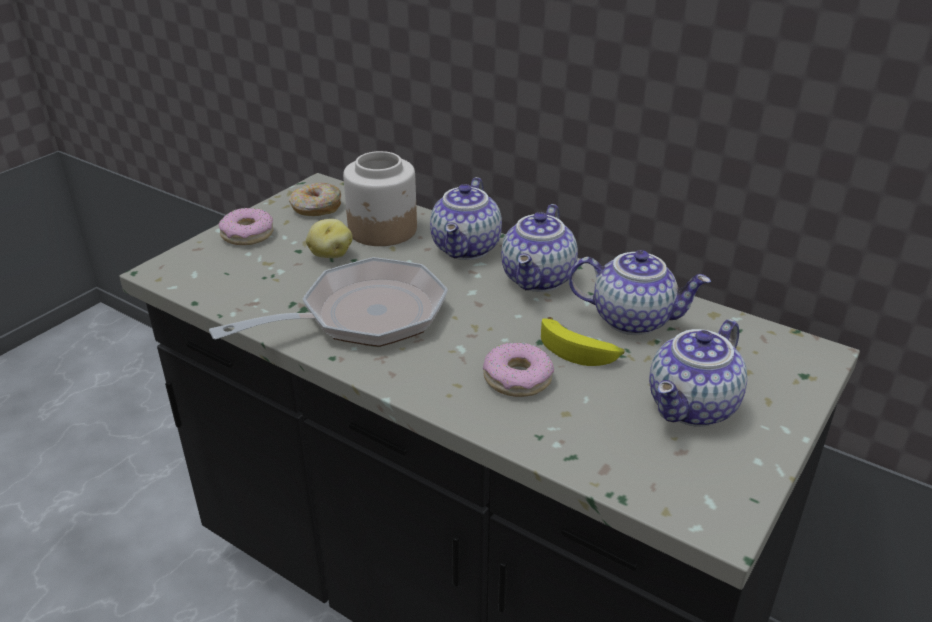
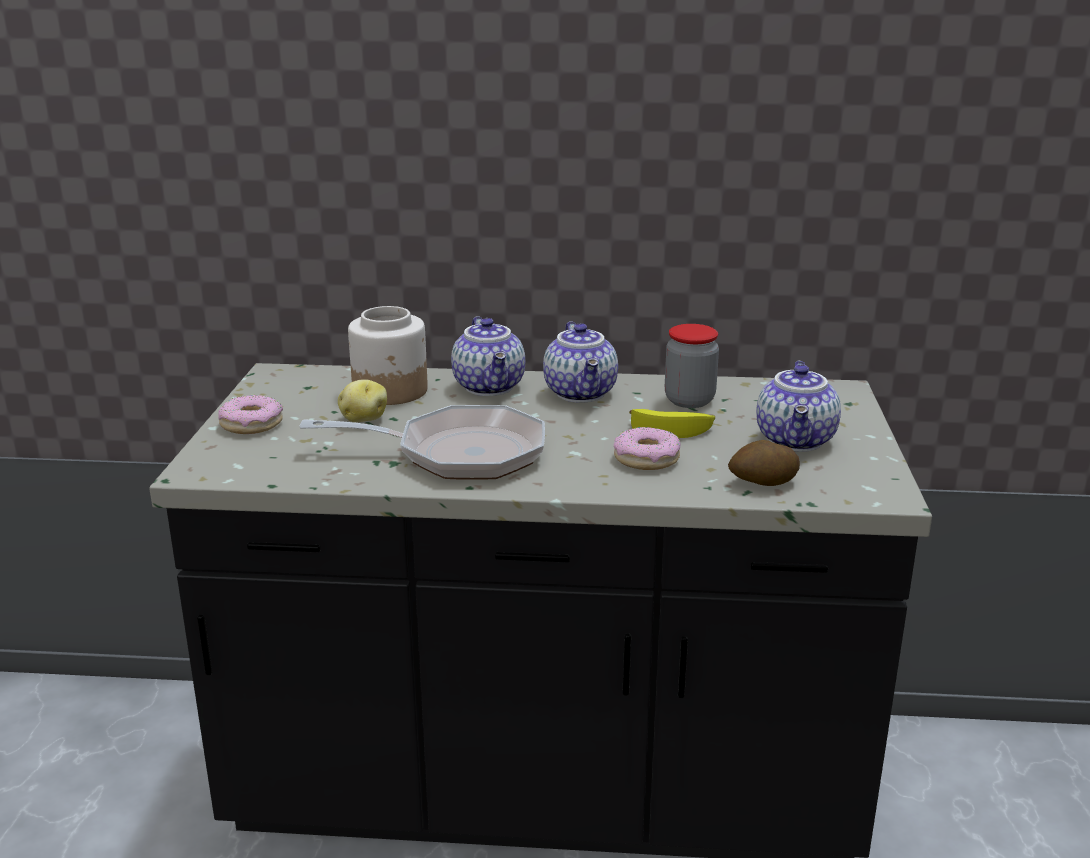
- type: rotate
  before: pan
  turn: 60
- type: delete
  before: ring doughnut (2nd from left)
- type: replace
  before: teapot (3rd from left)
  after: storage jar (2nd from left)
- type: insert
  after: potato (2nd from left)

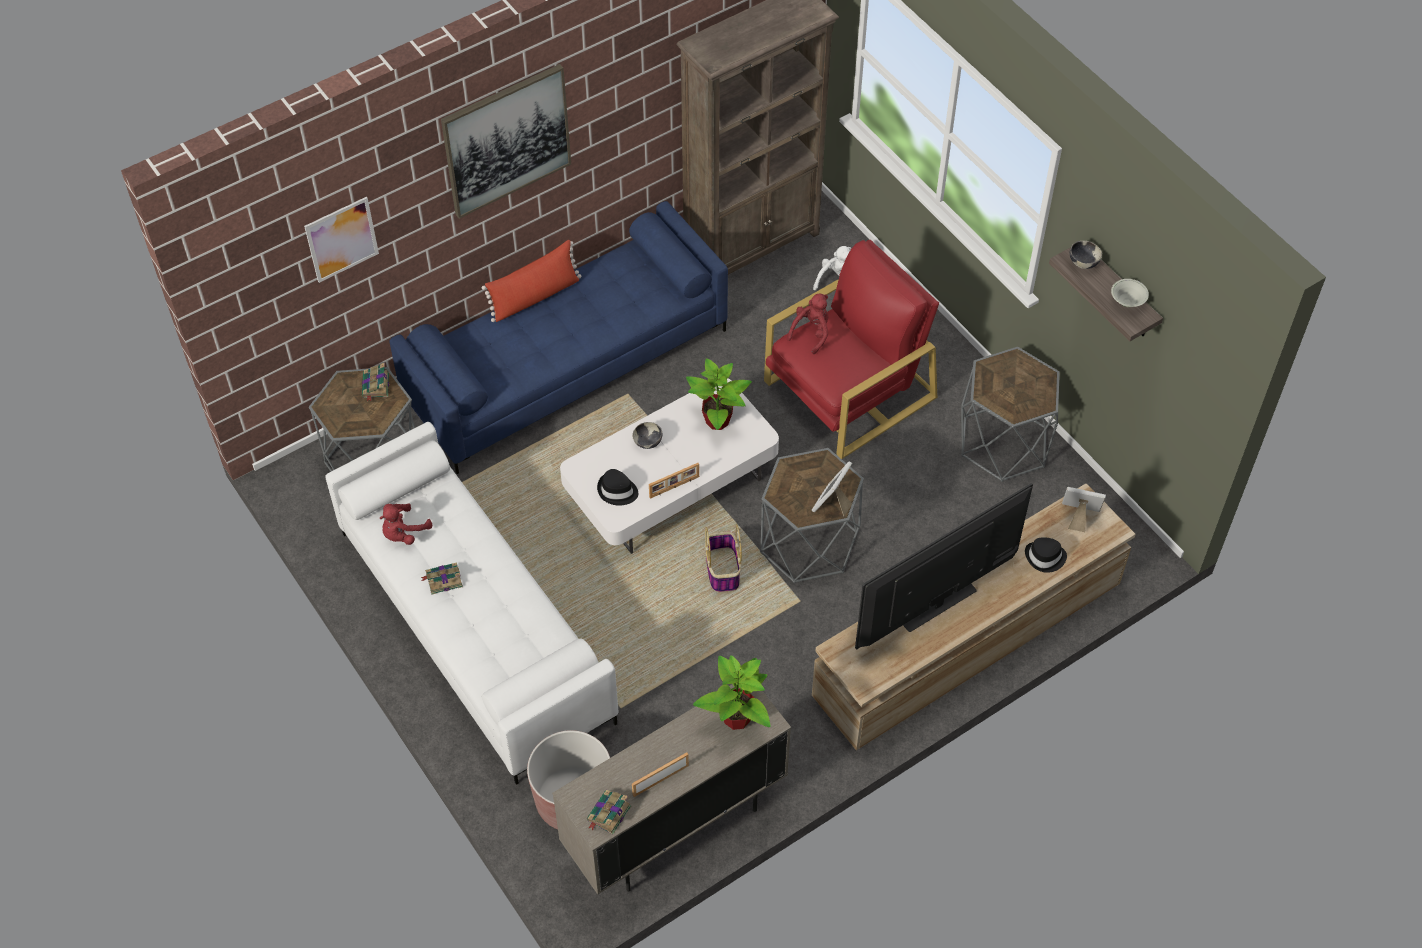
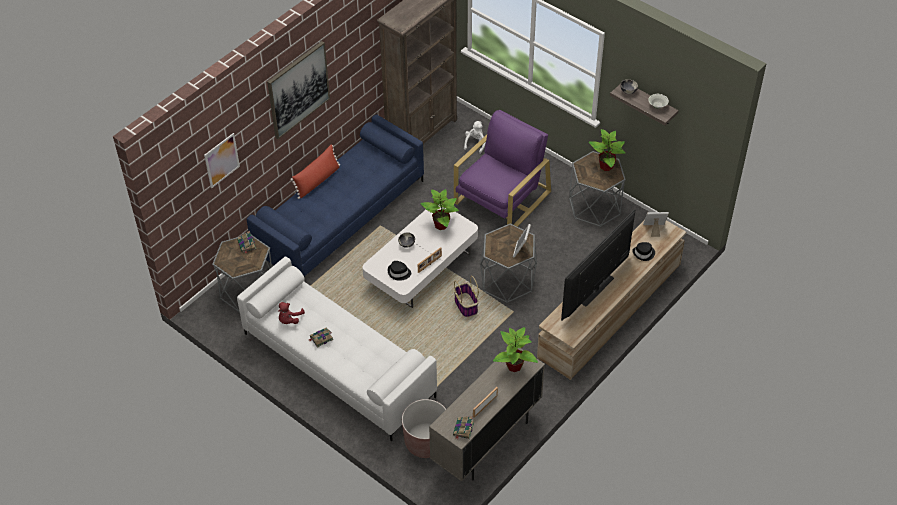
- type: recolor
  before: lounge chair (reddish)
  after: lounge chair (purple-coloured)
- type: delete
  before: soft toy (reddish) (2nd from left)
- type: insert
  after: plant in a pot (3rd from left)

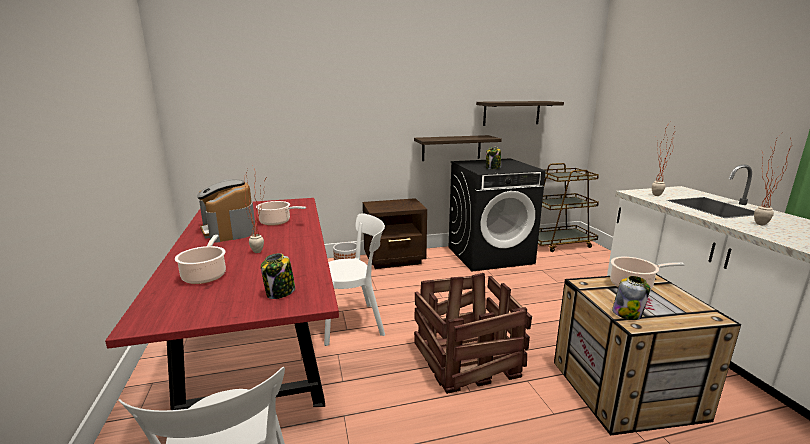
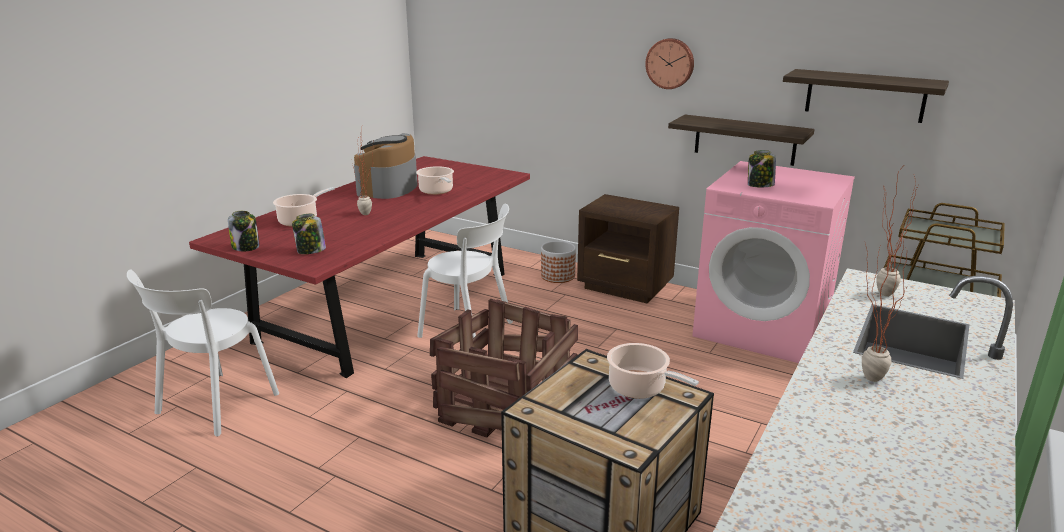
- type: recolor
  before: laundry appliance (black)
  after: laundry appliance (pink)
- type: move
  before: storage jar (3rd from left in the first image)
  after: storage jar (1st from left)
- type: insert
  after: hanging clock

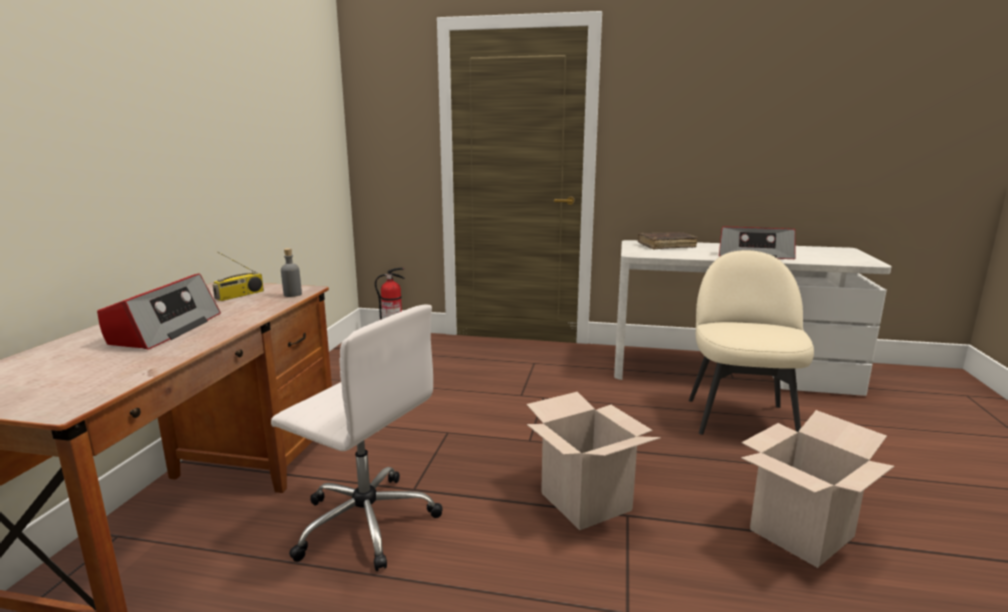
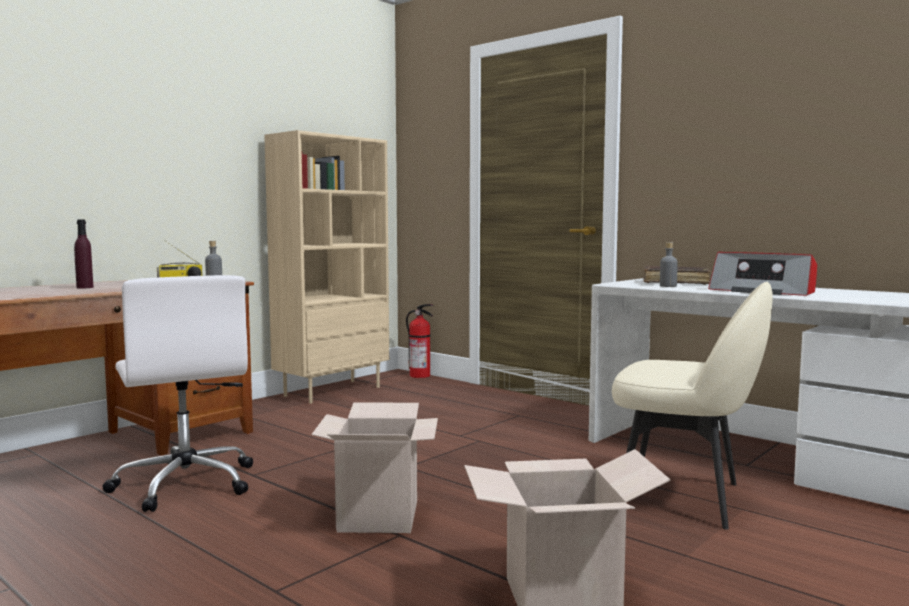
- type: replace
  before: radio receiver (1st from left)
  after: drink bottle (purple-coloured)
- type: rotate
  before: plain chair (sand-coloured)
  turn: 75
- type: insert
  after: bookshelf (sand-coloured)
- type: insert
  after: drink bottle (grey) (2nd from left)

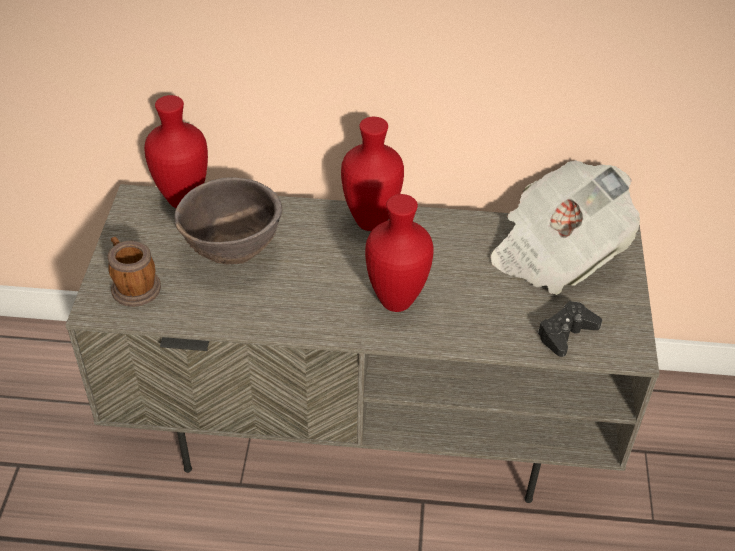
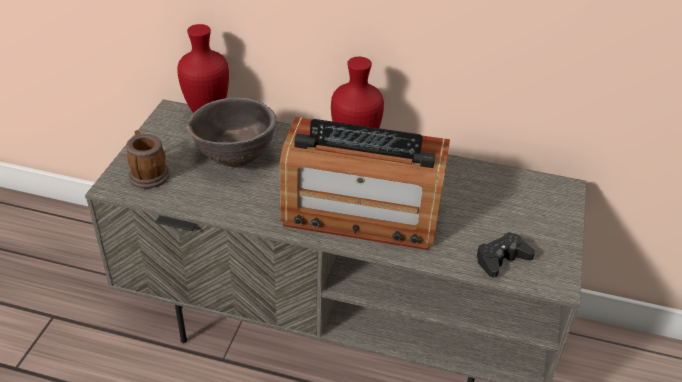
- type: replace
  before: decorative vase (reddish) (3rd from left)
  after: radio receiver
- type: delete
  before: daily paper

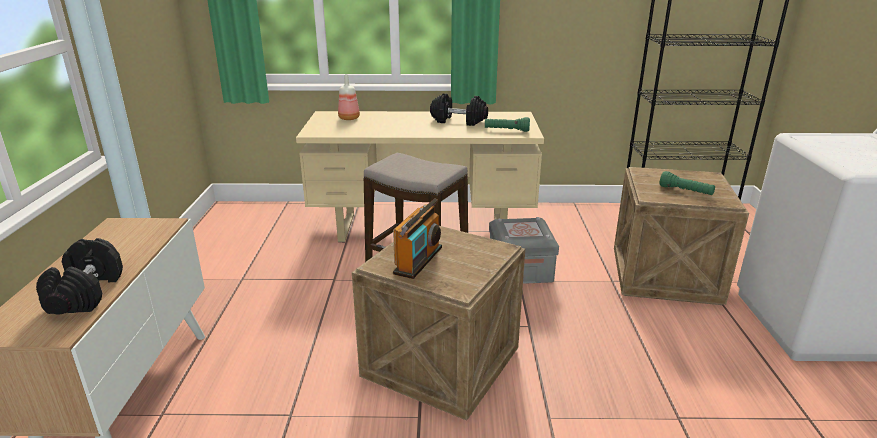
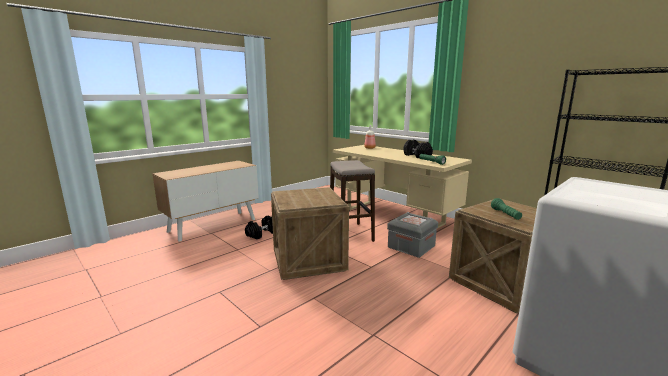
- type: move
  before: dumbbell (black) (1st from left)
- type: delete
  before: radio receiver

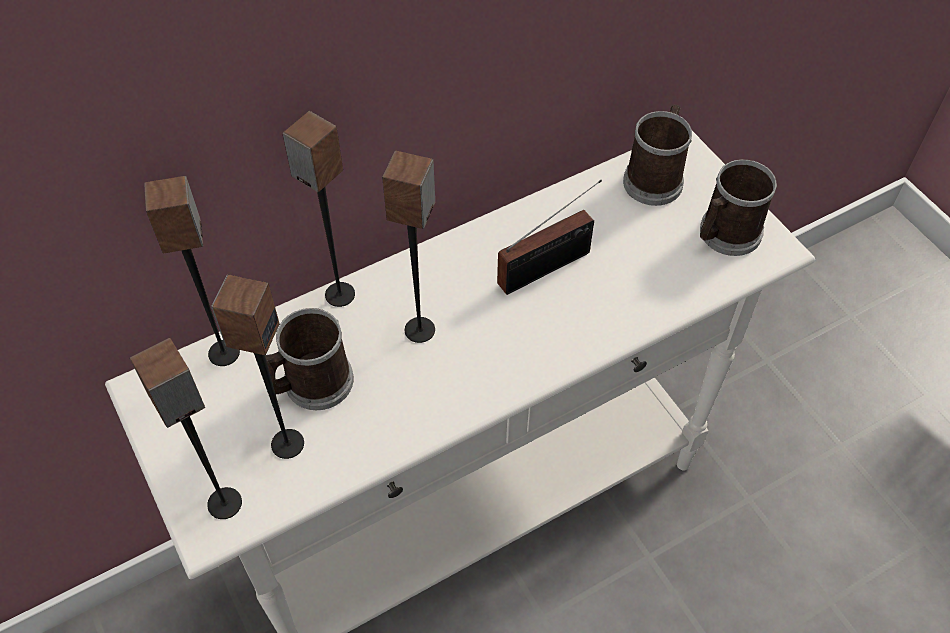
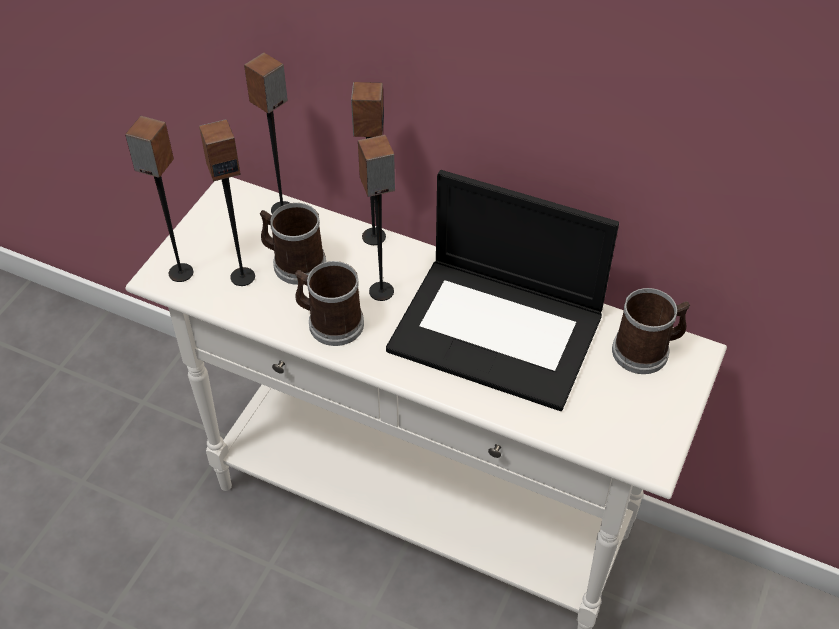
- type: replace
  before: radio receiver
  after: notebook computer
- type: move
  before: mug (3rd from left in the first image)
  after: mug (2nd from left)

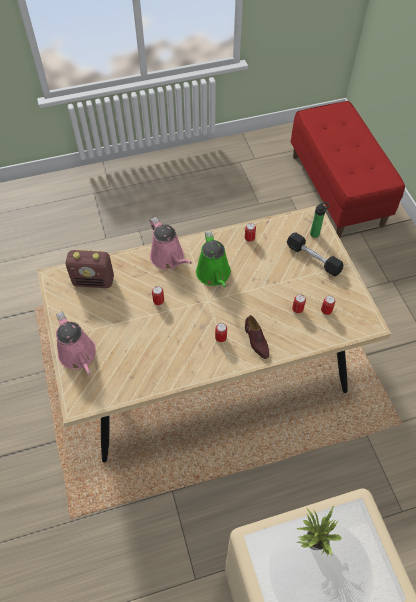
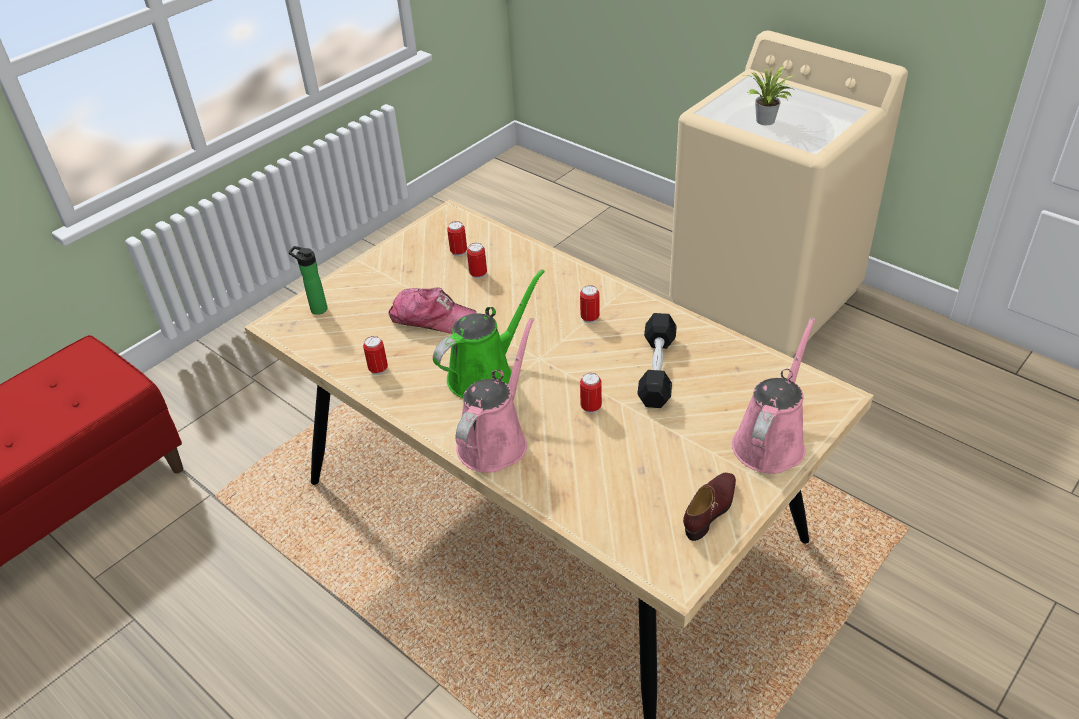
- type: delete
  before: radio receiver
- type: move
  before: shoe (brownish)
- type: move
  before: dumbbell (black)
- type: insert
  after: cap

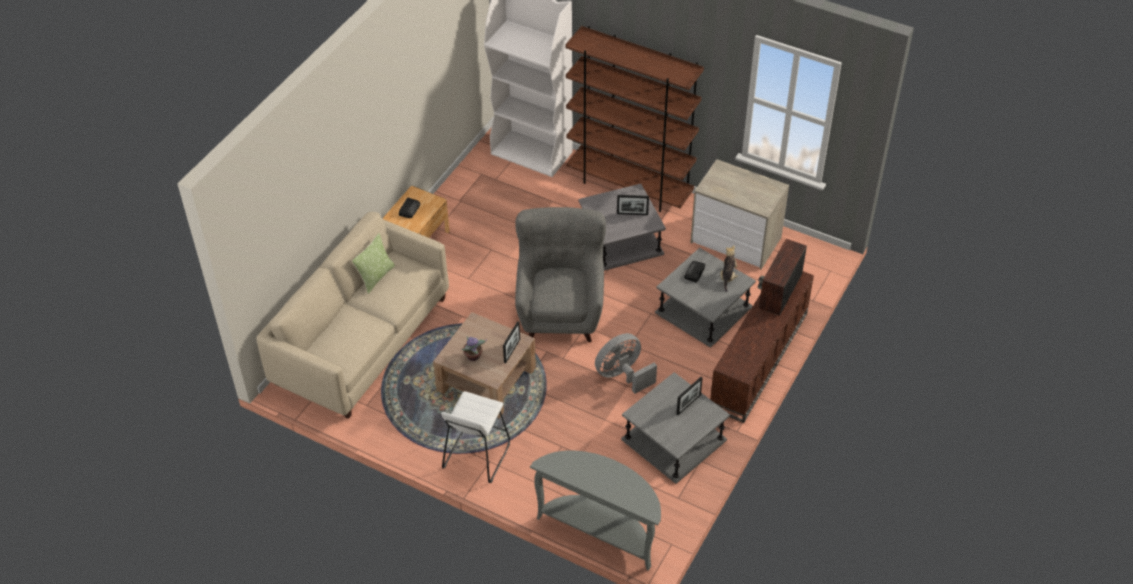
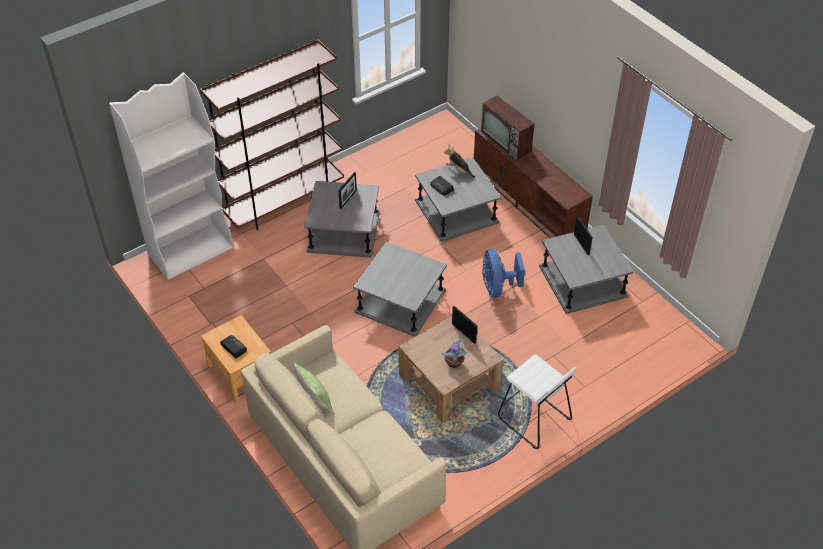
- type: replace
  before: lounge chair (grey)
  after: side table (grey) (2nd from left)
- type: delete
  before: narrow table (grey)
- type: recolor
  before: electric fan (grey)
  after: electric fan (bluish)
- type: delete
  before: dresser

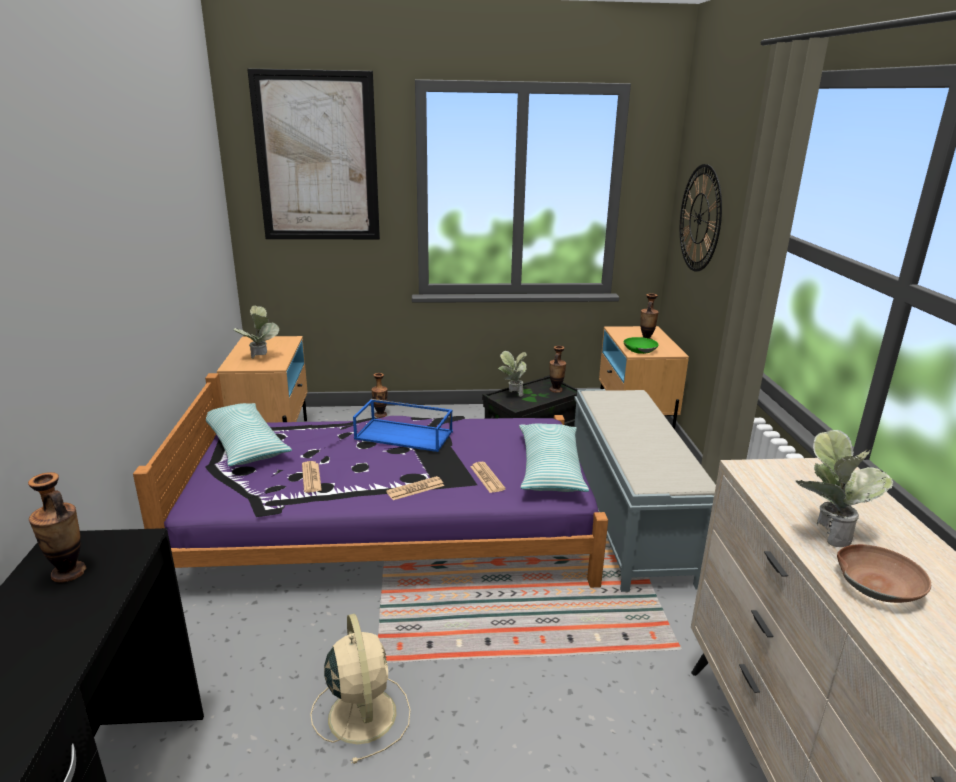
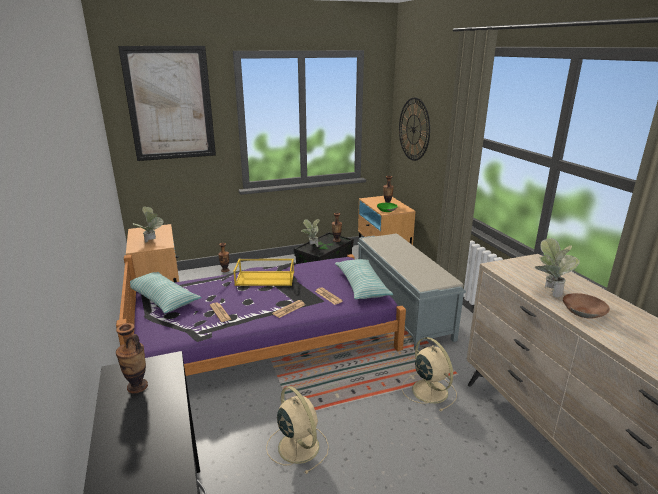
- type: recolor
  before: carrying tray (bluish)
  after: carrying tray (yellow)
- type: insert
  after: electric fan (sand-coloured) (2nd from left)

